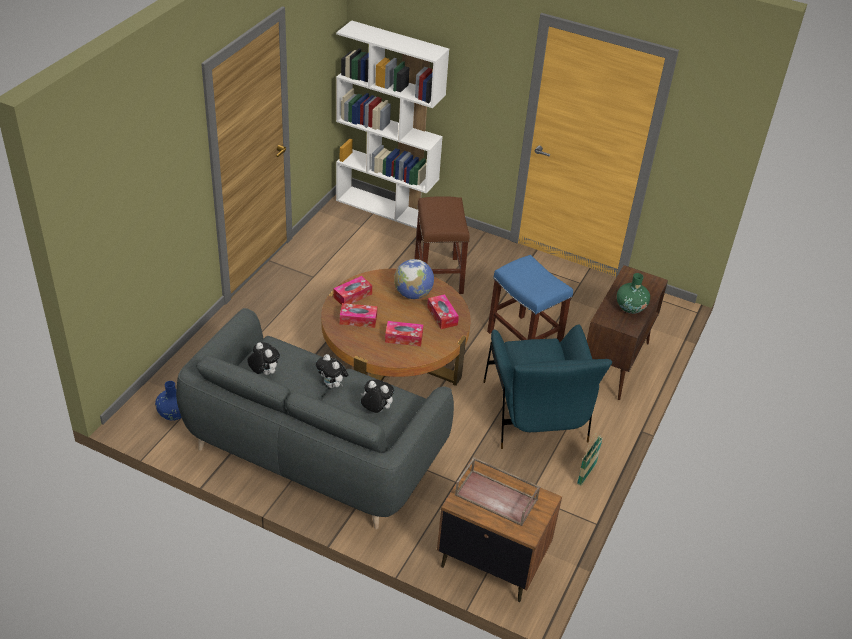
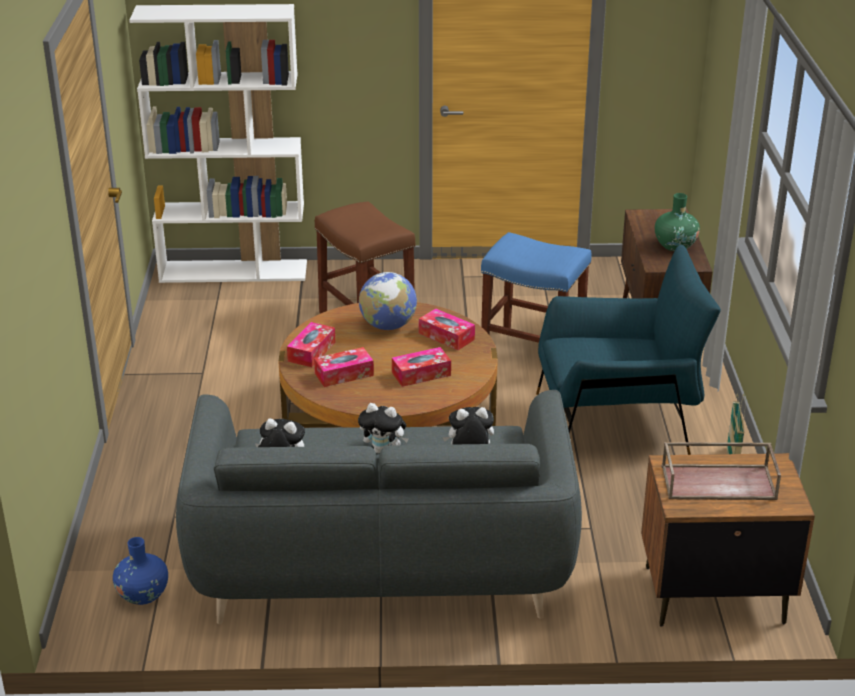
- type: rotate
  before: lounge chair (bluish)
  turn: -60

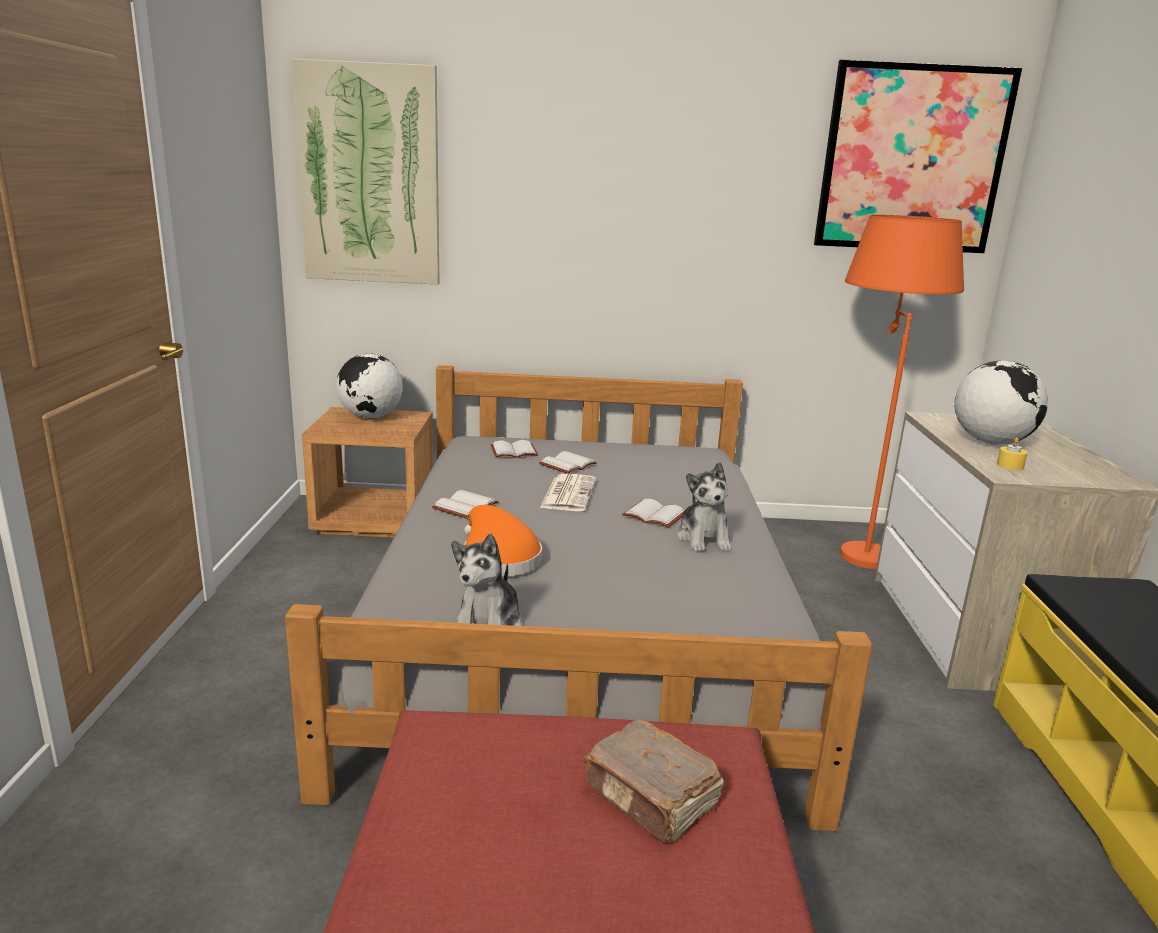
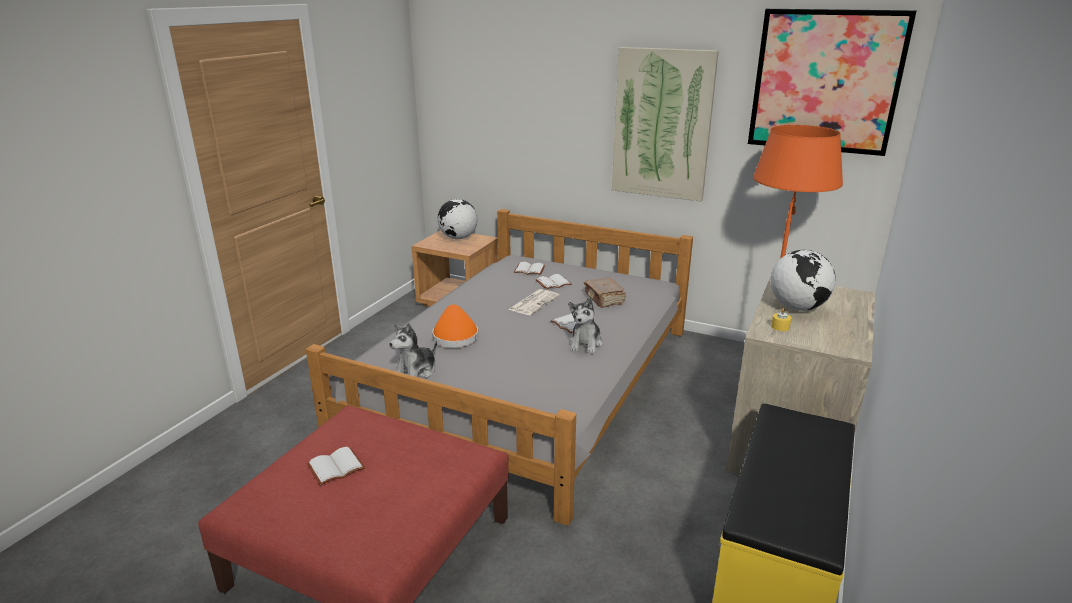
- type: move
  before: wall picture (1st from left)
- type: move
  before: volume (white-coloured) (1st from left)
- type: move
  before: volume (brownish)

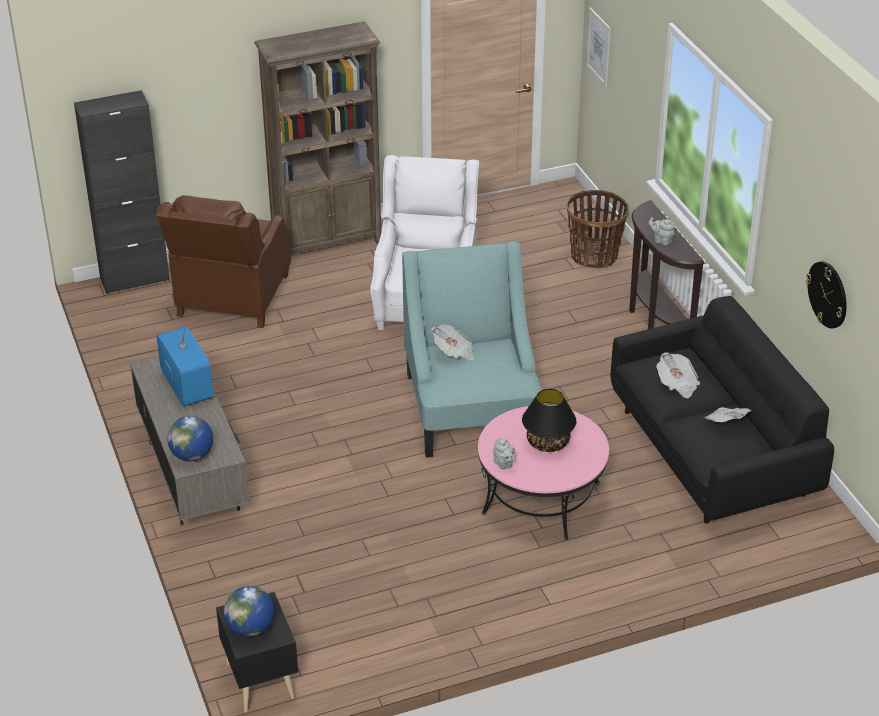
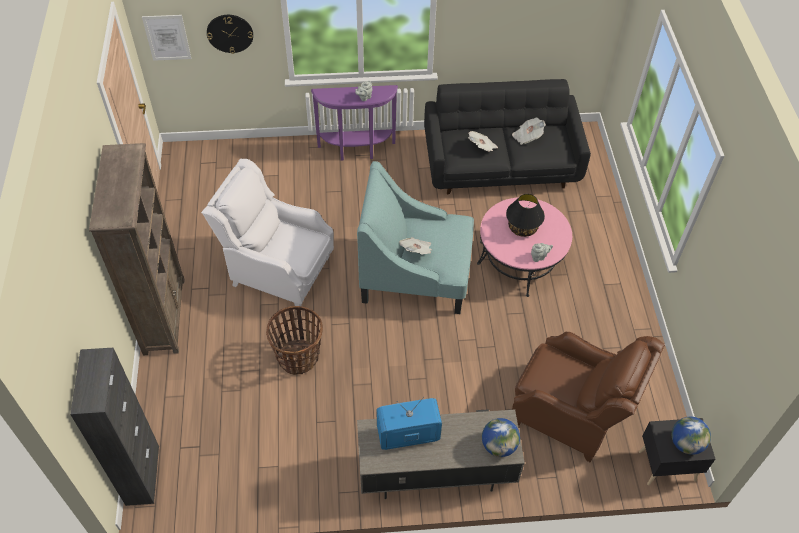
- type: move
  before: lounge chair (brownish)
- type: move
  before: basket
- type: recolor
  before: narrow table (brownish)
  after: narrow table (purple-coloured)
- type: move
  before: hanging clock

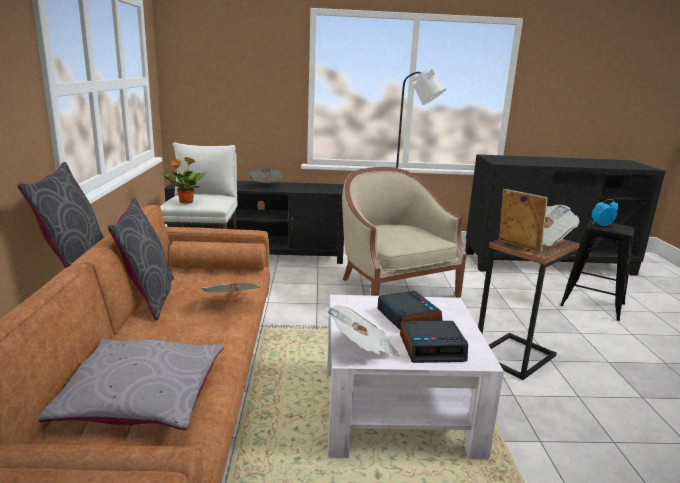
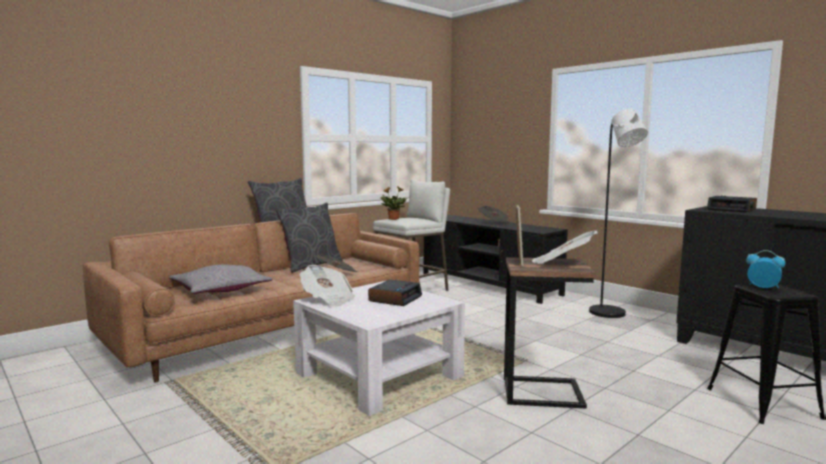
- type: delete
  before: lounge chair (sand-coloured)
- type: move
  before: alarm clock (2nd from left)

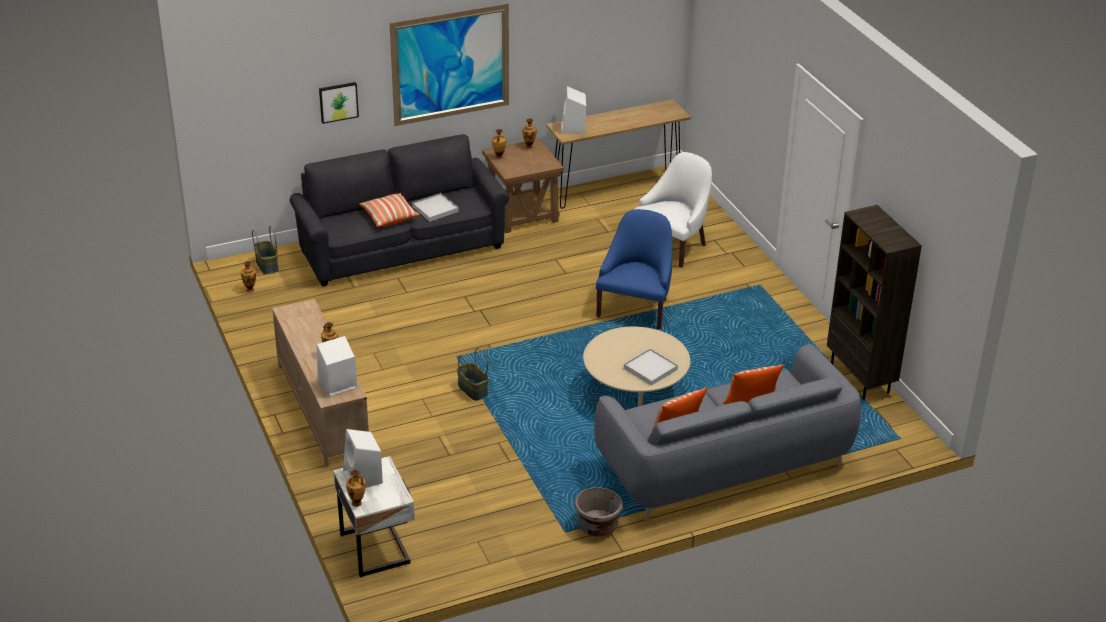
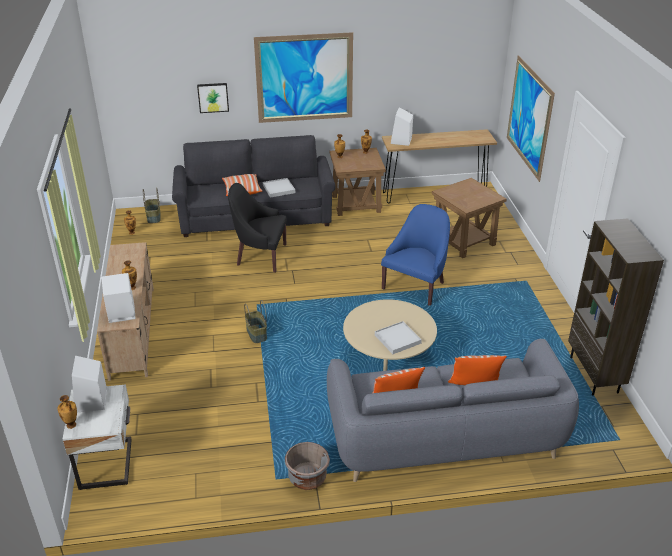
- type: replace
  before: lounge chair (white-coloured)
  after: side table (brownish) (2nd from left)
- type: insert
  after: lounge chair (black)
- type: insert
  after: wall picture (3rd from left)

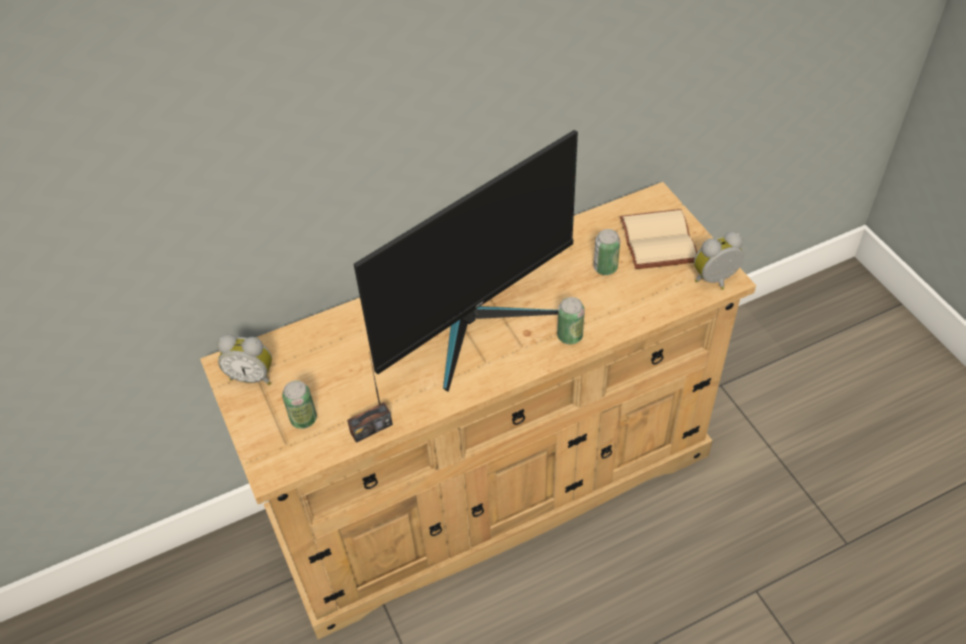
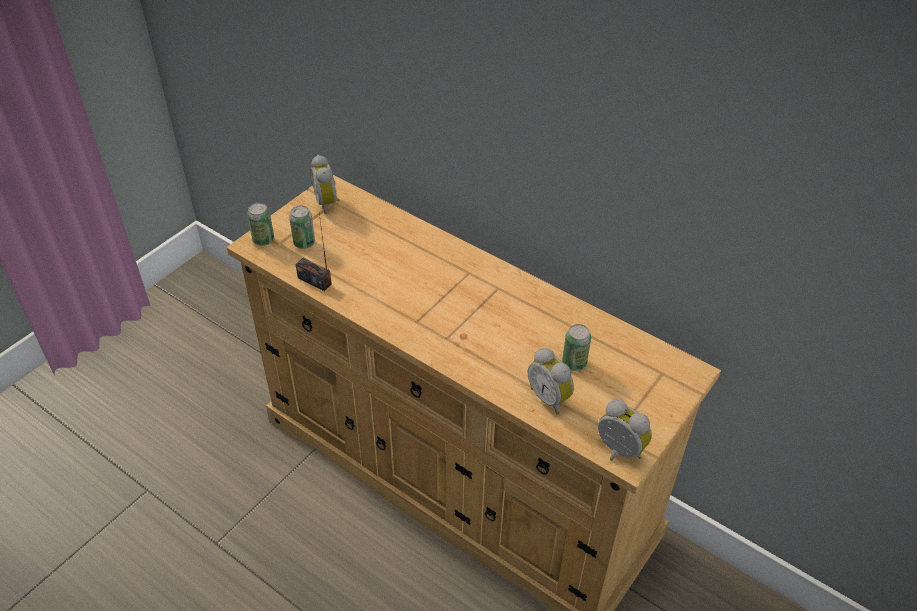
- type: delete
  before: monitor
- type: move
  before: sealed can (2nd from left in the first image)
  after: sealed can (1st from left)
- type: delete
  before: volume (sand-coloured)
- type: insert
  after: alarm clock (2nd from left)

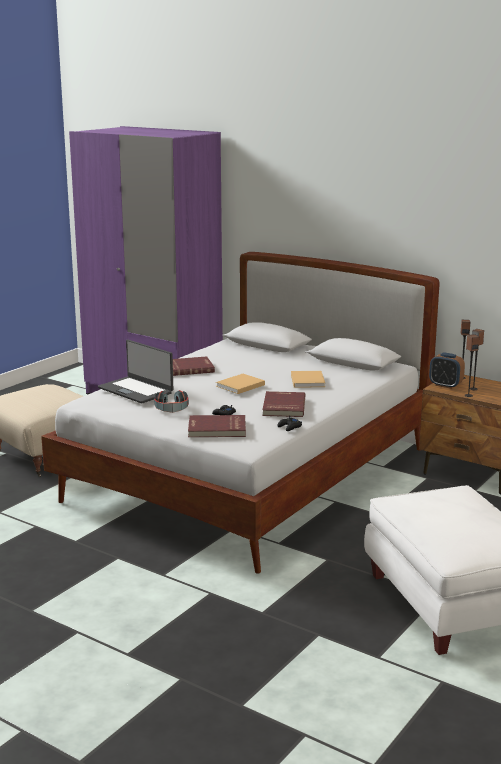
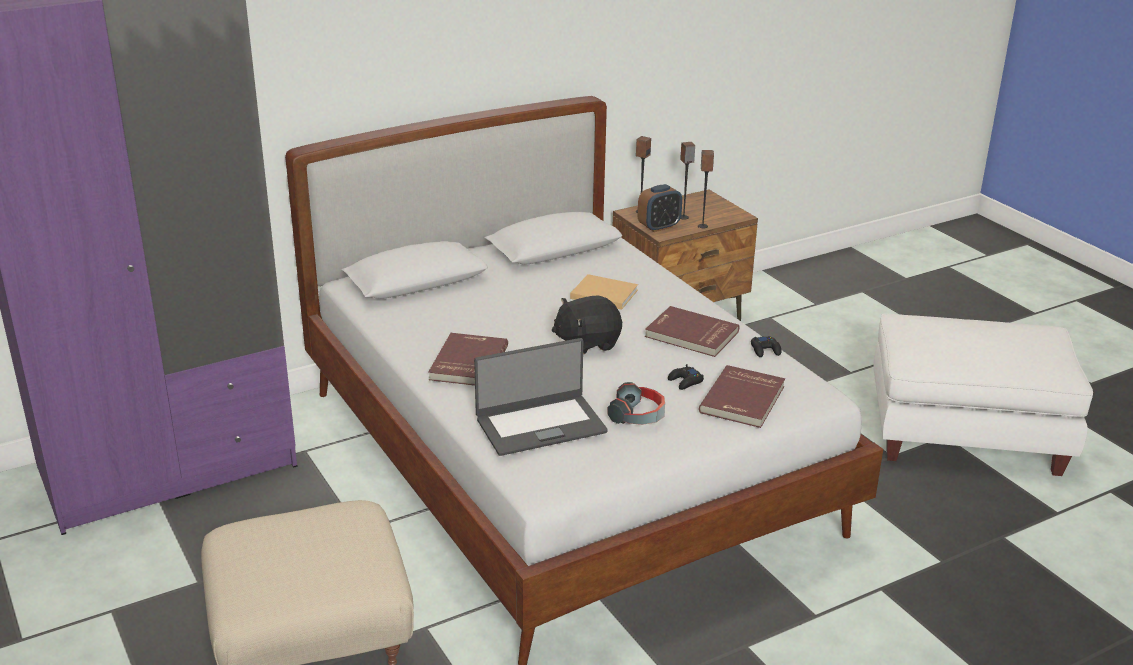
- type: replace
  before: volume (sand-coloured) (1st from left)
  after: soft toy (black)

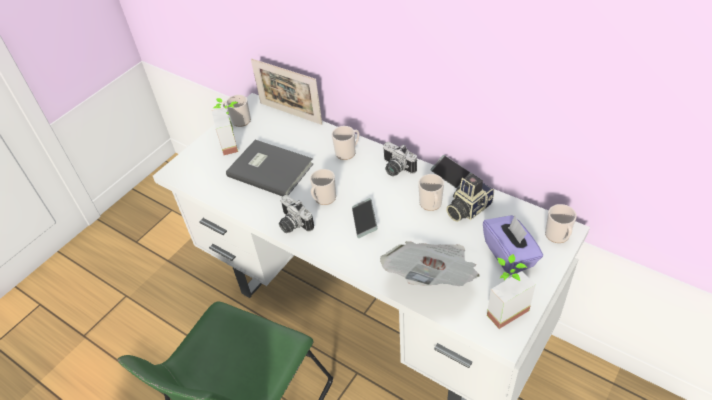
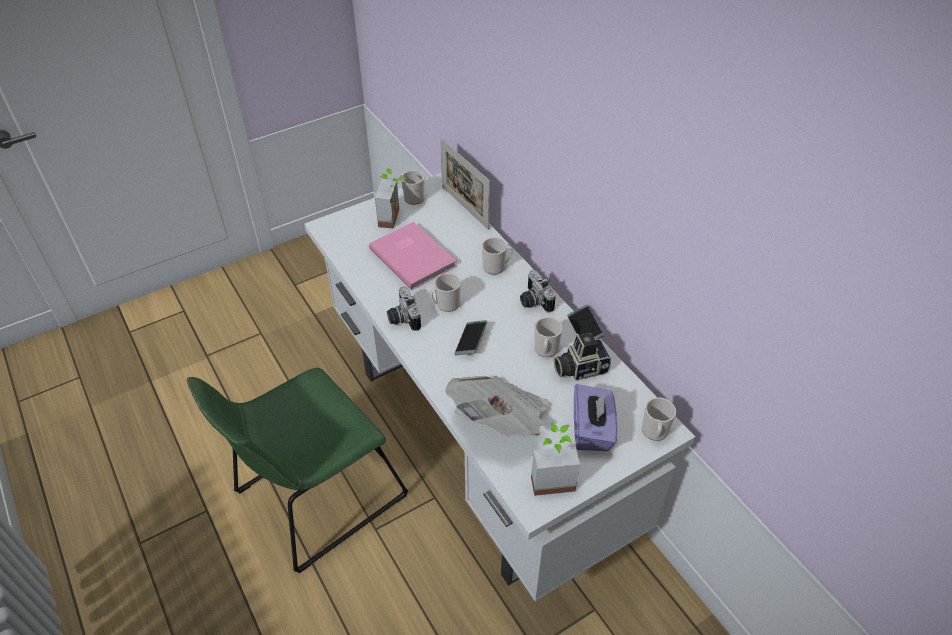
- type: recolor
  before: volume (grey)
  after: volume (pink)

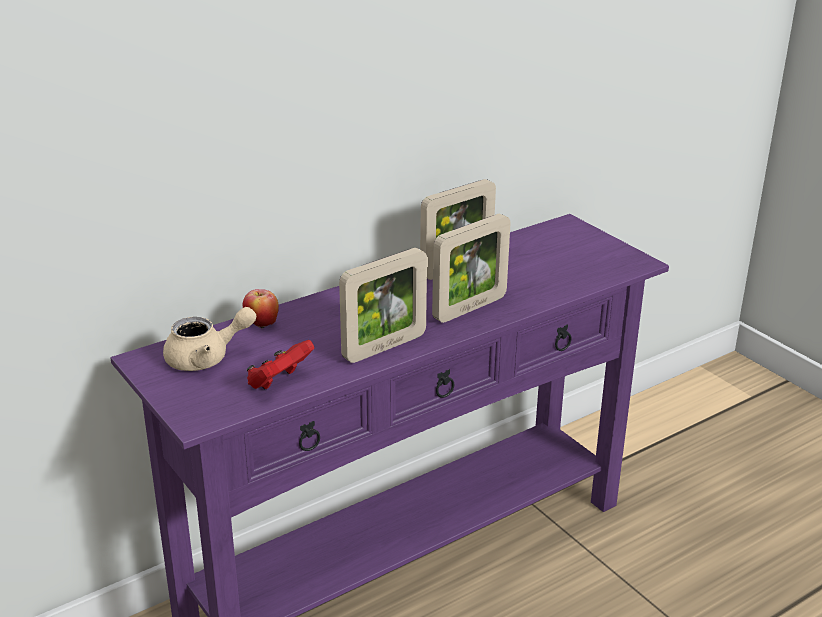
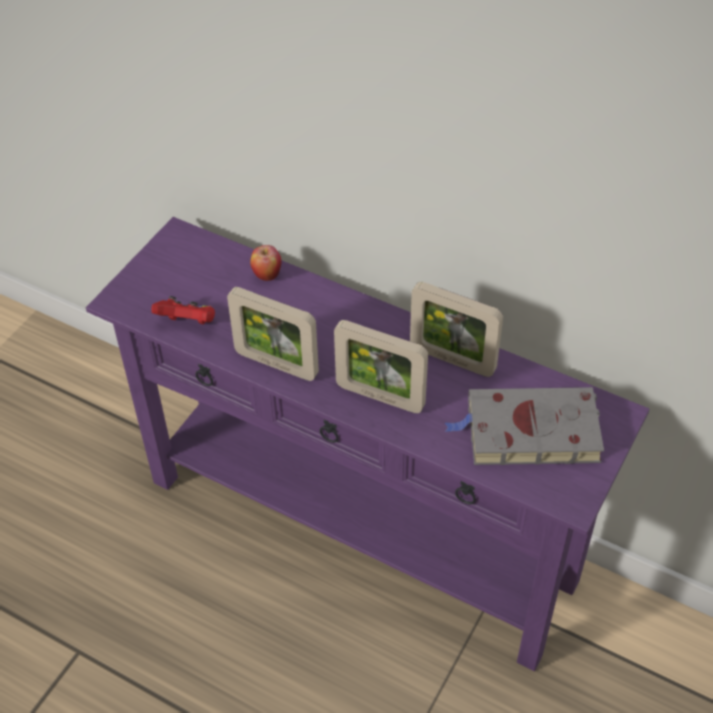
- type: delete
  before: teapot (sand-coloured)
- type: insert
  after: volume (grey)

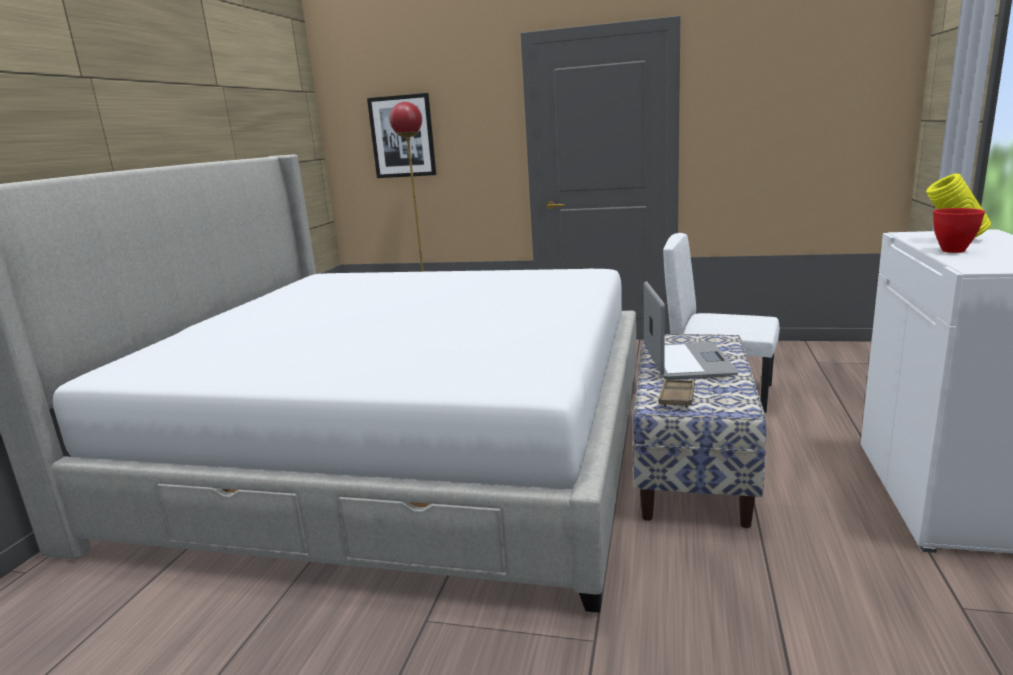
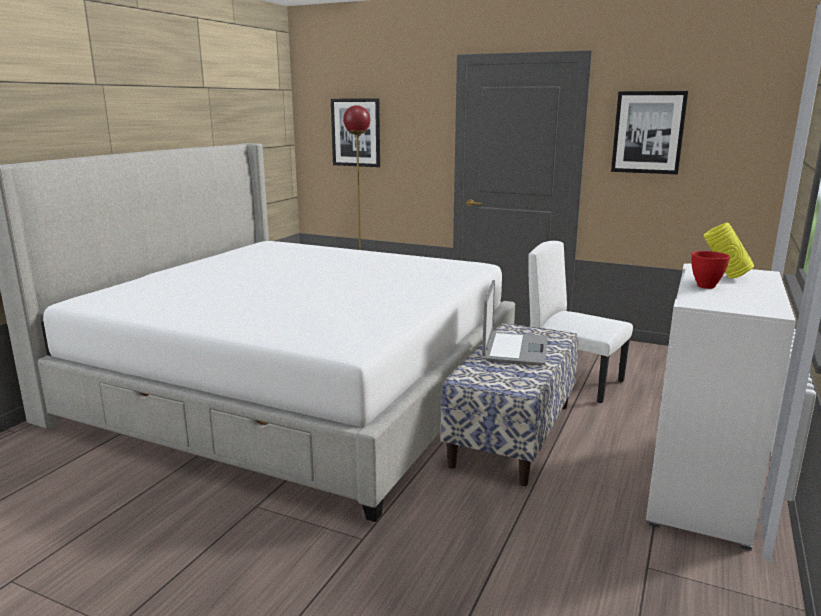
- type: delete
  before: carrying tray (brownish)
- type: insert
  after: wall picture (2nd from left)

